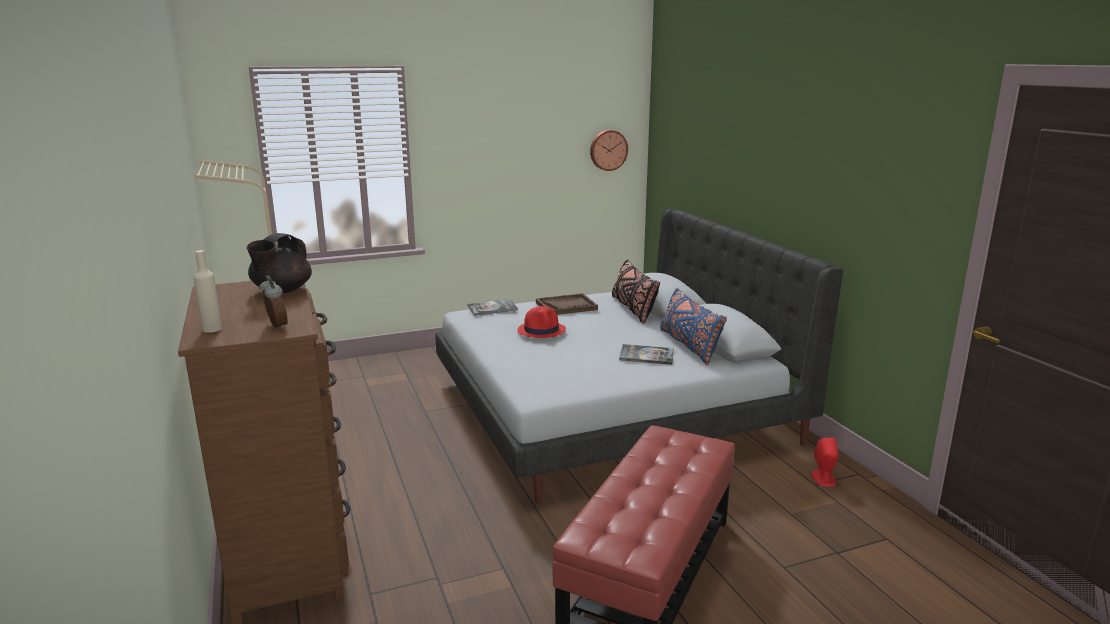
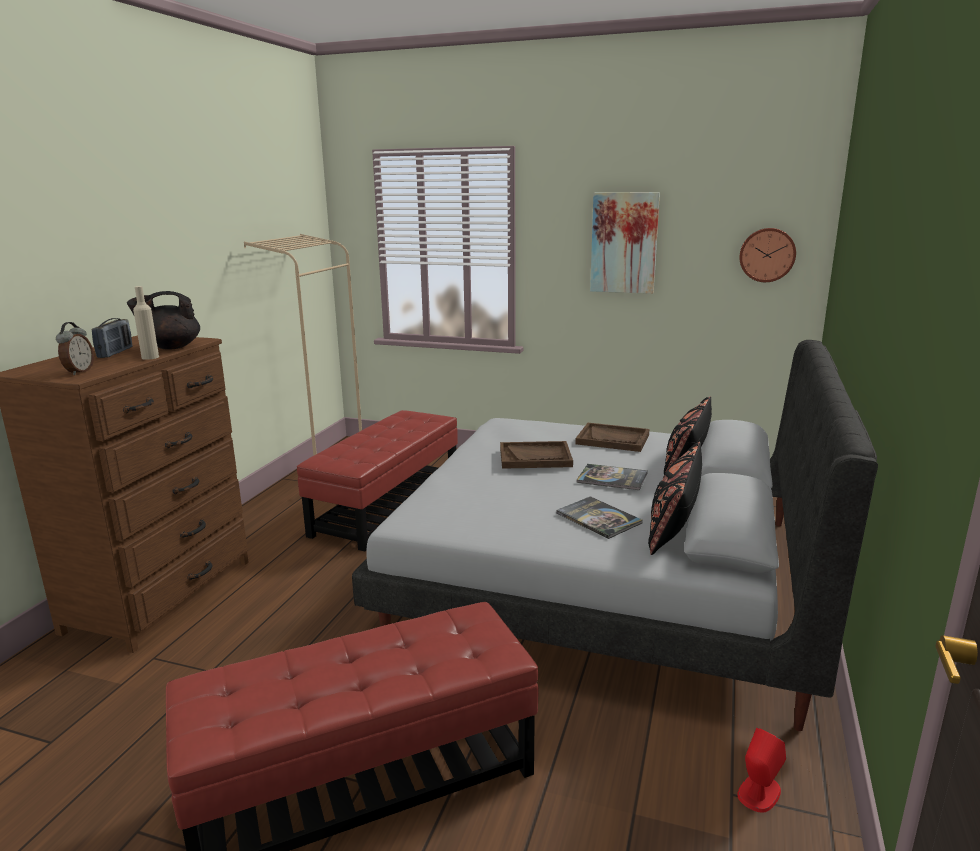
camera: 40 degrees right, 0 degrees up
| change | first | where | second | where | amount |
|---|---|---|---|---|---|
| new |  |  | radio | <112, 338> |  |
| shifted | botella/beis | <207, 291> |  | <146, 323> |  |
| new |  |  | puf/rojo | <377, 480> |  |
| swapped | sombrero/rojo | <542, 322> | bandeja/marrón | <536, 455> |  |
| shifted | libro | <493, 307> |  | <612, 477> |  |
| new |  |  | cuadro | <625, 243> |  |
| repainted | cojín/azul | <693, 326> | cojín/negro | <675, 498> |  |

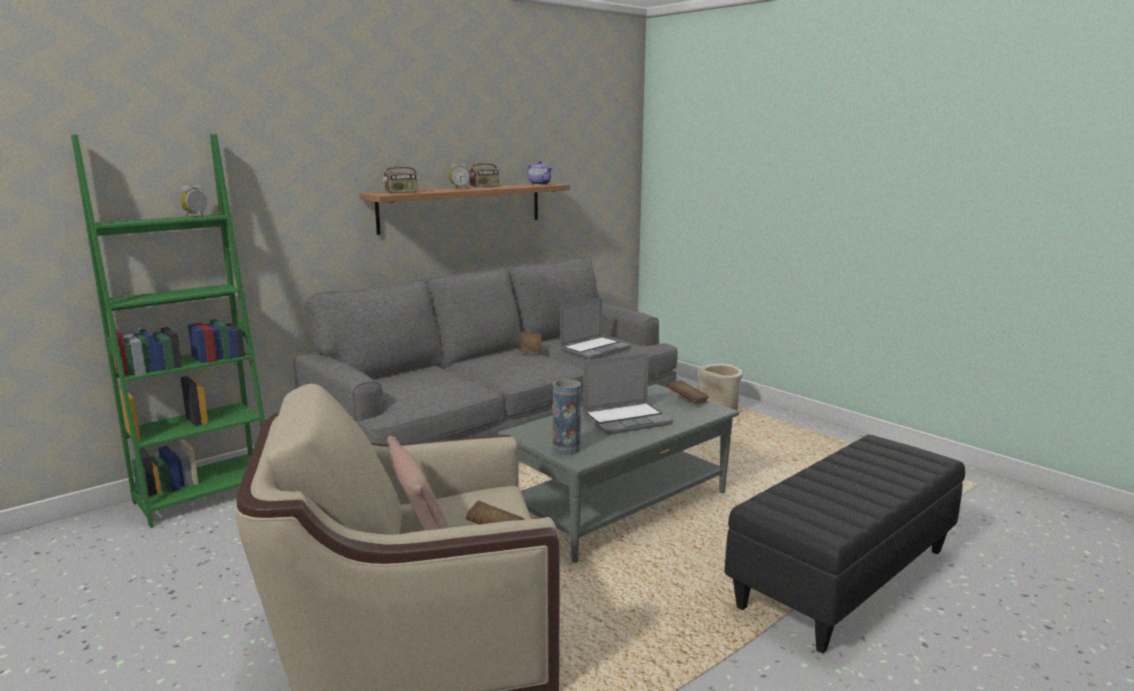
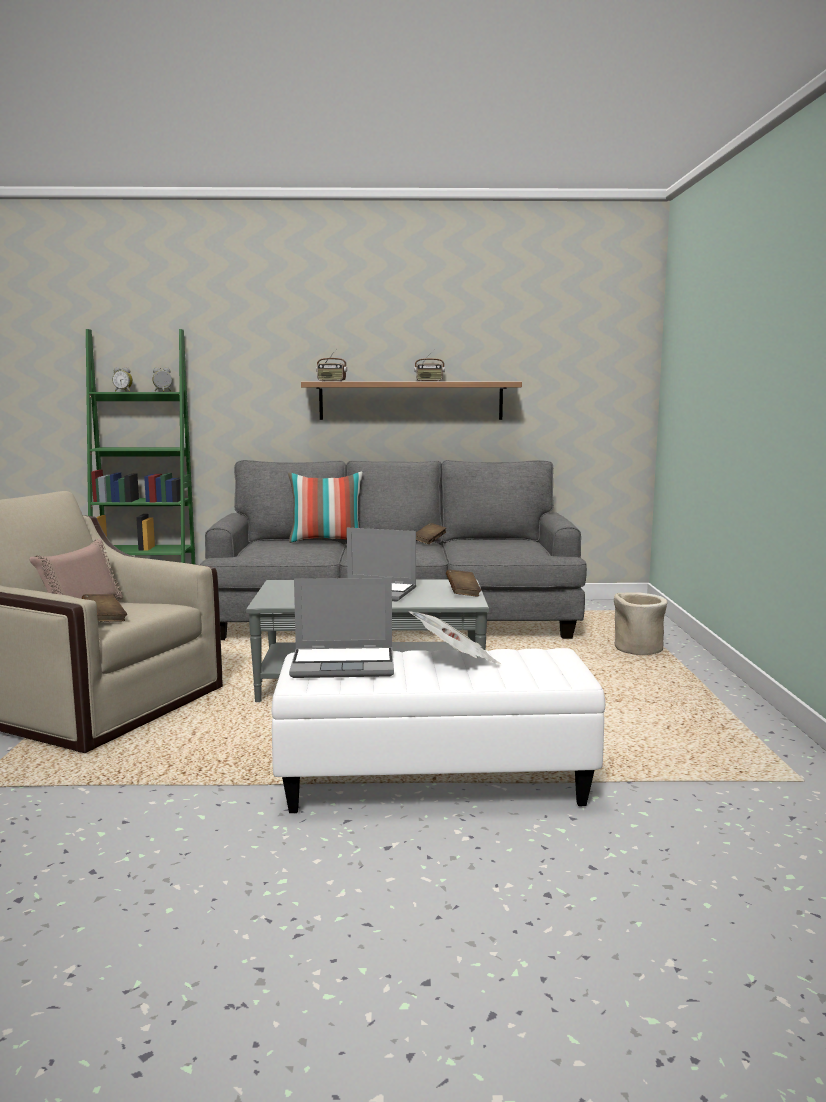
camera: 40 degrees right, 5 degrees down
| change | first | where | second | where | amount |
|---|---|---|---|---|---|
| shifted | despertador | <459, 176> |  | <122, 379> |  |
| repainted | puf/negro | <845, 544> | puf/blanco | <438, 731> |  |
| new |  |  | cojín | <325, 507> |  |
| shifted | portátil | <595, 328> |  | <341, 628> |  |
| new |  |  | periódico | <454, 637> |  |
| gone | tetera | <540, 173> |  |  |  |
| gone | florero | <567, 417> |  |  |  |

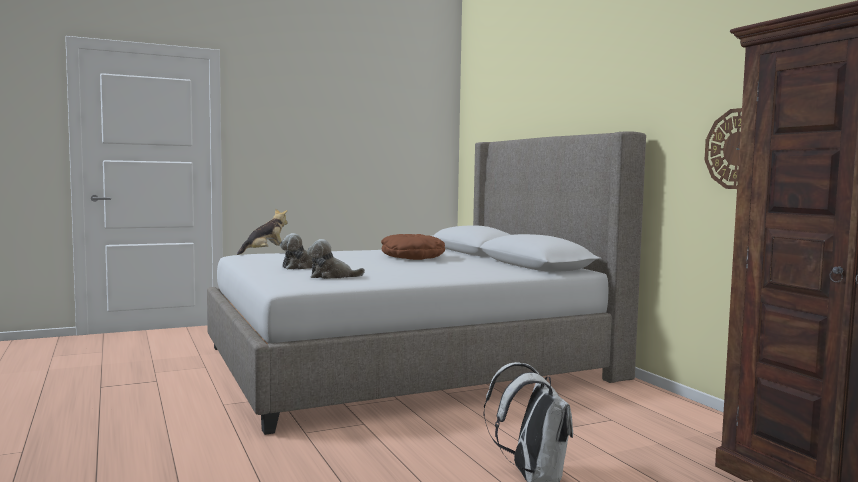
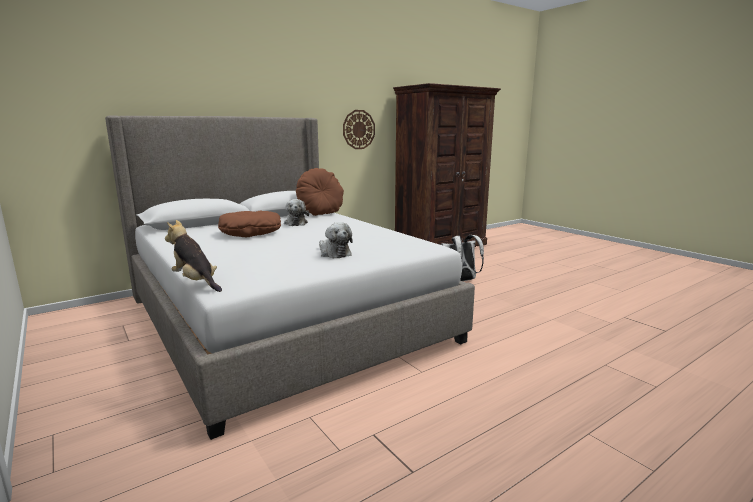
camera: 100 degrees left, 10 degrees up
| change | first | where | second | where | amount |
|---|---|---|---|---|---|
| shifted | peluche | <336, 259> |  | <296, 212> |  |
| new |  |  | cojín/marrón | <320, 192> |  |

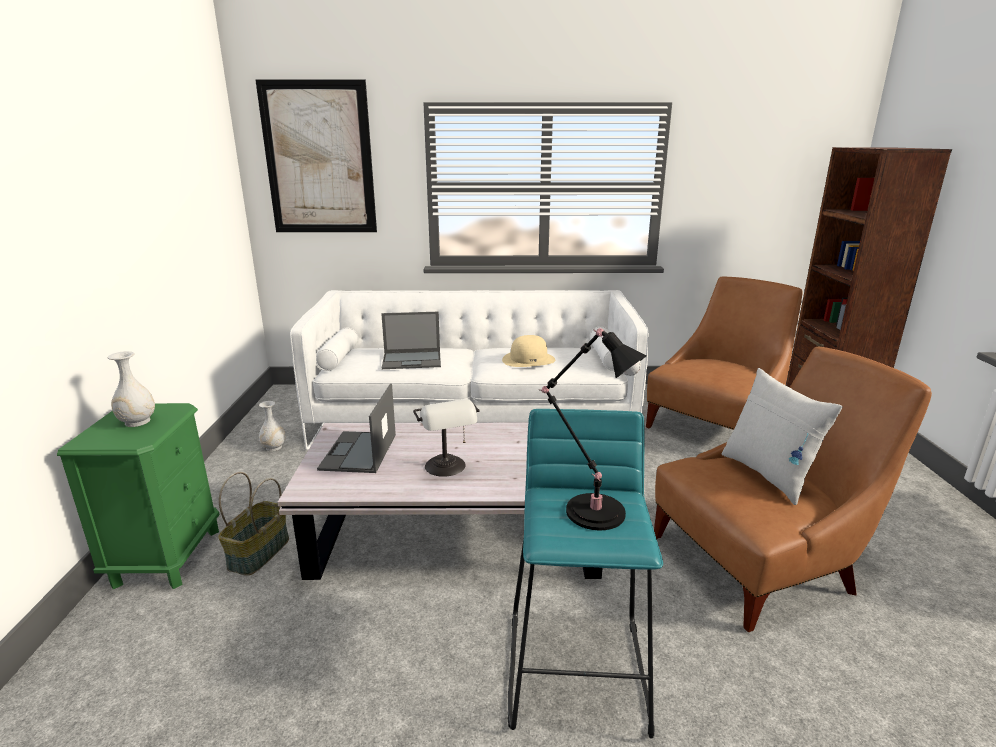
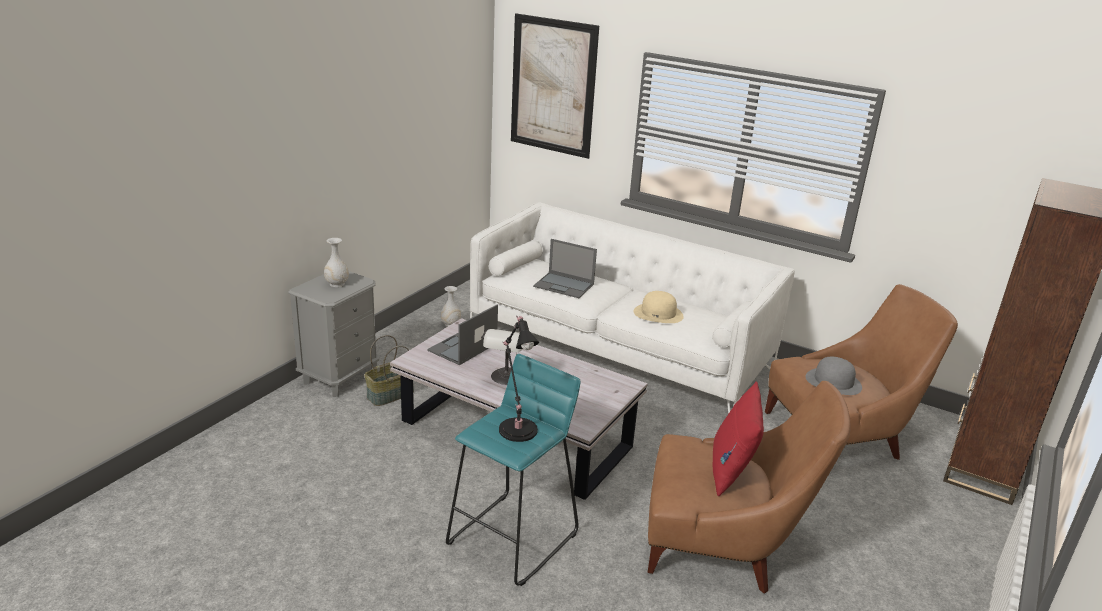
camera: 30 degrees right, 5 degrees up
| change | first | where | second | where | amount |
|---|---|---|---|---|---|
| repainted | mesita de noche/verde | <138, 496> | mesita de noche/gris | <333, 334> |  |
| repainted | cojín/gris | <782, 436> | cojín/rojo | <738, 439> |  |
| new |  |  | sombrero/gris | <833, 376> |  |

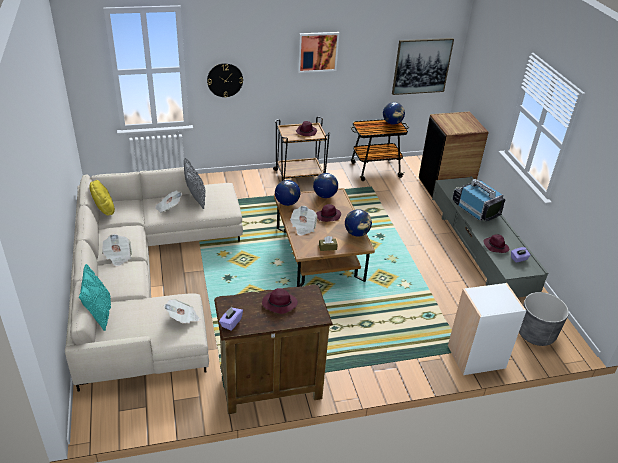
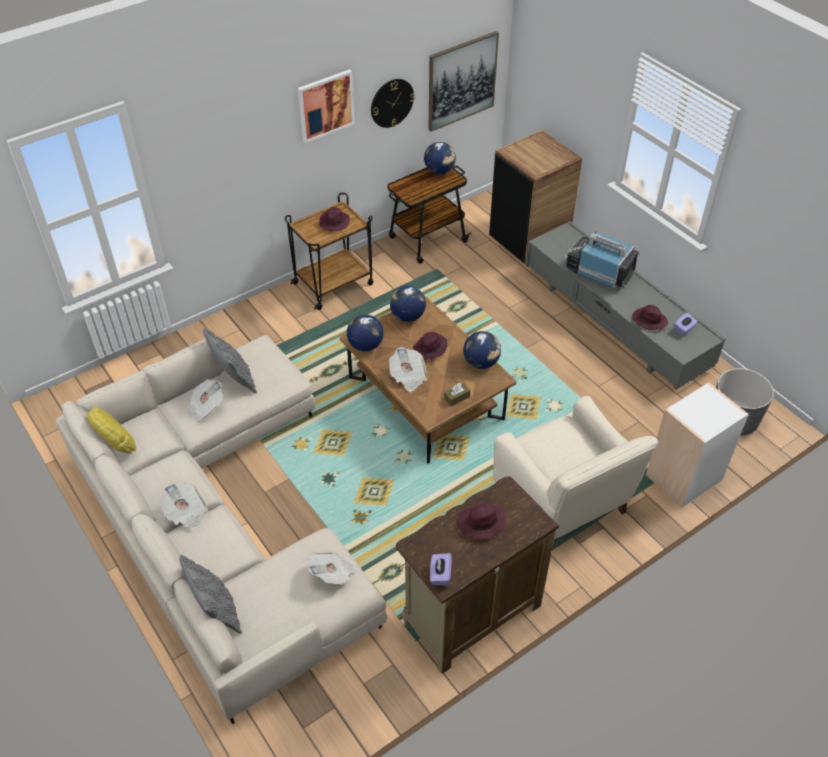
camera: 20 degrees left, 10 degrees up
| change | first | where | second | where | amount |
|---|---|---|---|---|---|
| repainted | cojín/turquesa | <95, 297> | cojín/gris | <210, 594> |  |
| shifted | reloj de pared | <225, 80> |  | <393, 103> |  |
| new |  |  | sillón/beis | <575, 467> |  |

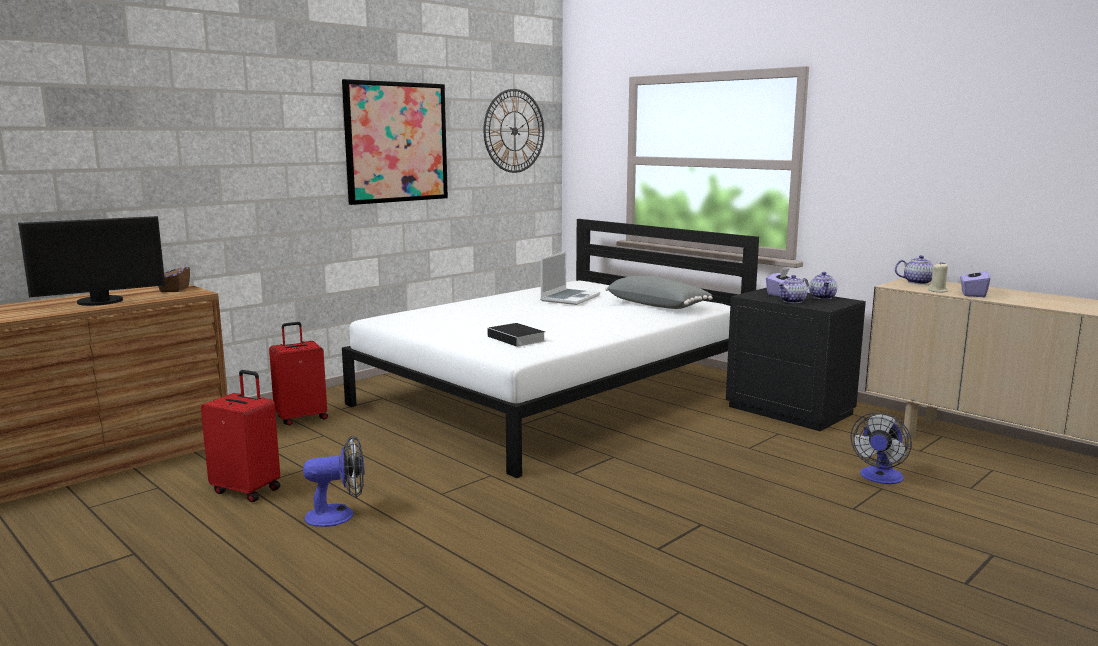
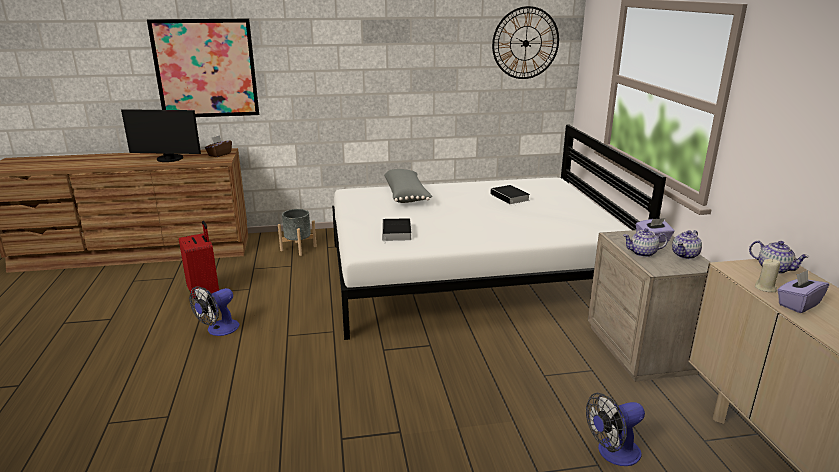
camera: 35 degrees right, 10 degrees up
| change | first | where | second | where | amount |
|---|---|---|---|---|---|
| shifted | cuadro | <395, 142> |  | <203, 68> |  |
| rotated | ventilador | <333, 481> |  | <214, 311> | 105 degrees clockwise |
| swapped | maleta/rojo | <298, 374> | maceta/gris | <297, 232> |  |
| shifted | cojín/gris | <658, 292> |  | <408, 186> |  |
| swapped | portátil | <570, 278> | libro | <510, 195> |  |
| repainted | mesita de noche/negro | <796, 359> | mesita de noche/beis | <649, 306> |  |

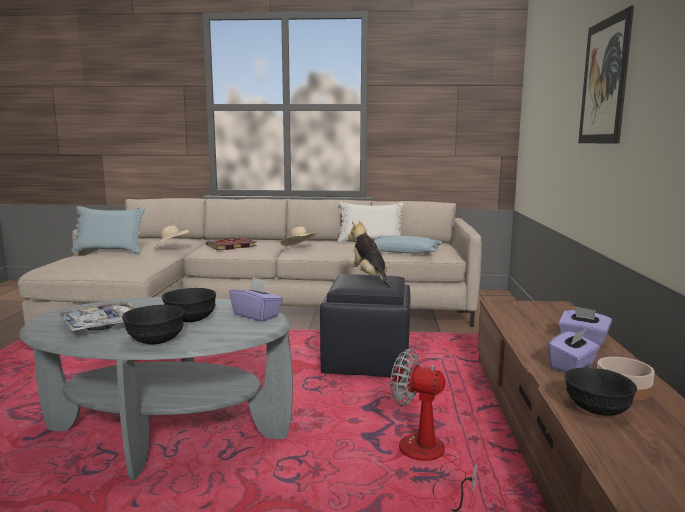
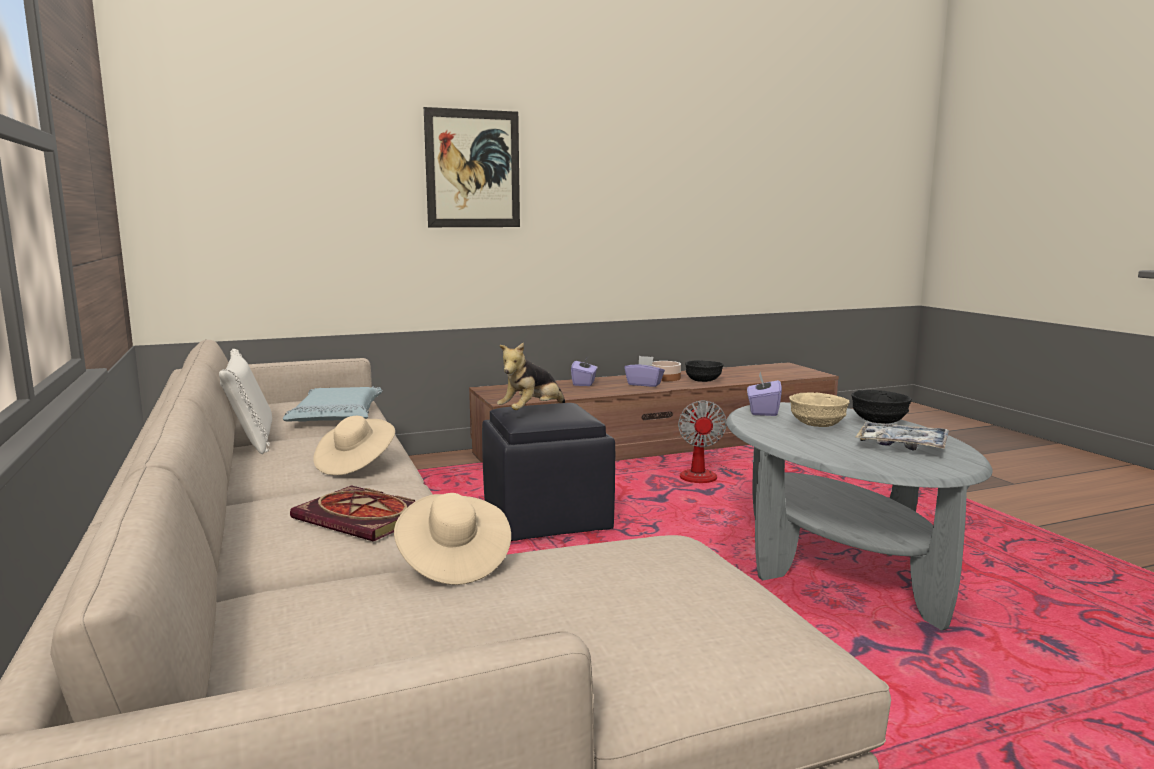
camera: 115 degrees left, 0 degrees up
| change | first | where | second | where | amount |
|---|---|---|---|---|---|
| repainted | cuenco/negro | <189, 305> | cuenco/beis | <819, 409> |  |
| gone | cojín/azul | <108, 230> |  |  |  |

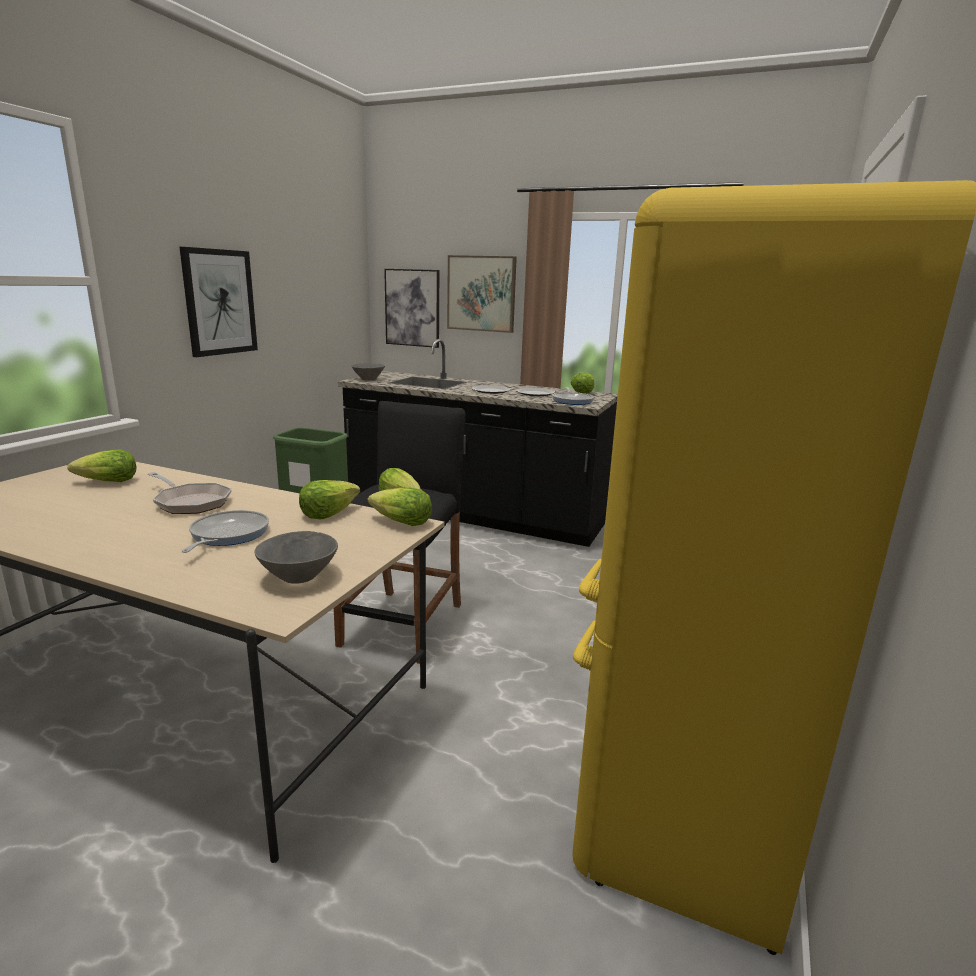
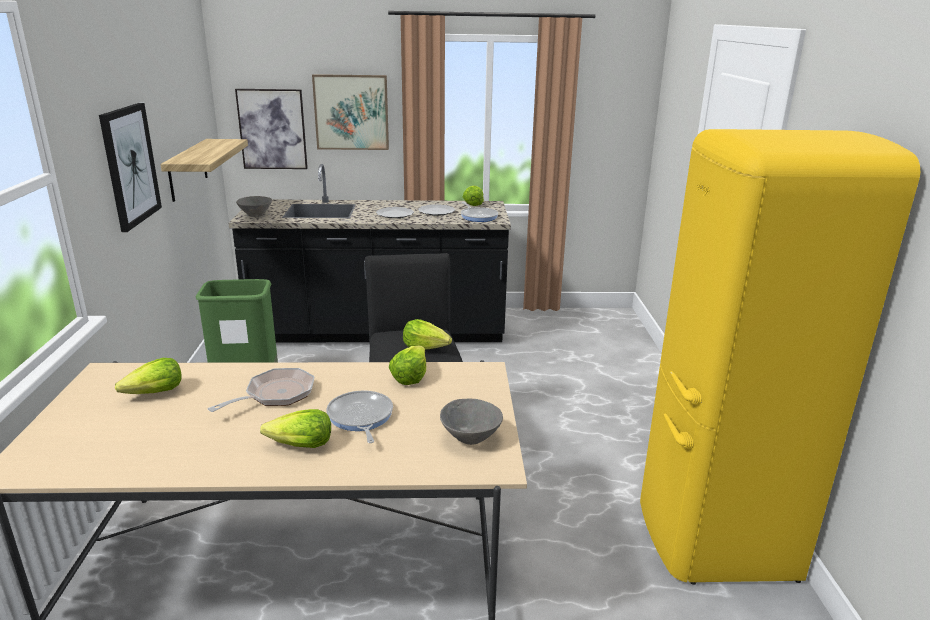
camera: 25 degrees left, 5 degrees up
| change | first | where | second | where | amount |
|---|---|---|---|---|---|
| new |  |  | estante | <204, 170> |  |
| rotated | sartén | <189, 493> |  | <261, 390> | 60 degrees counterclockwise |
| shifted | lechuga | <400, 507> |  | <295, 428> |  |

